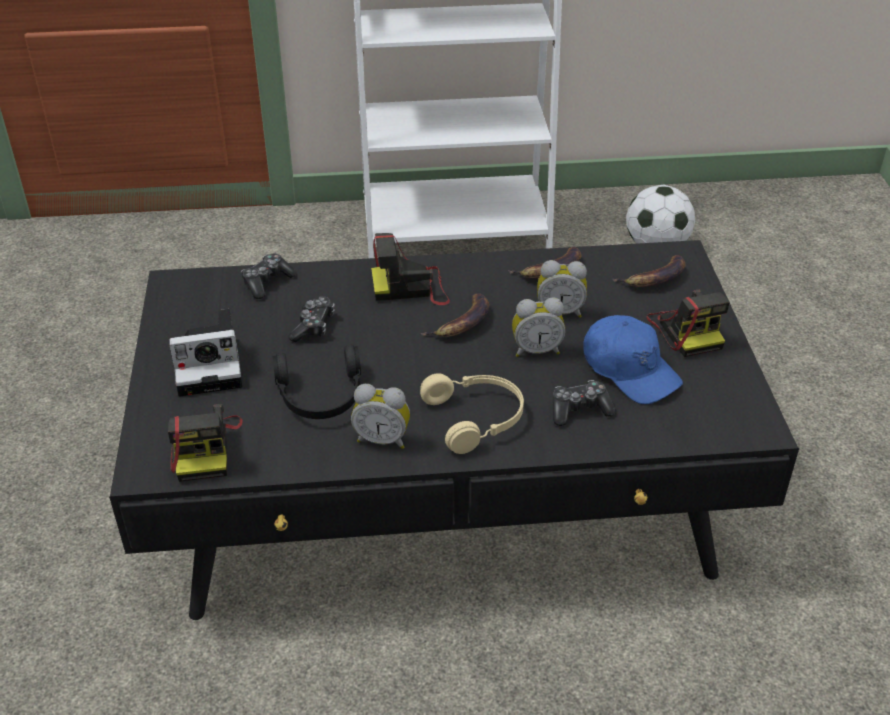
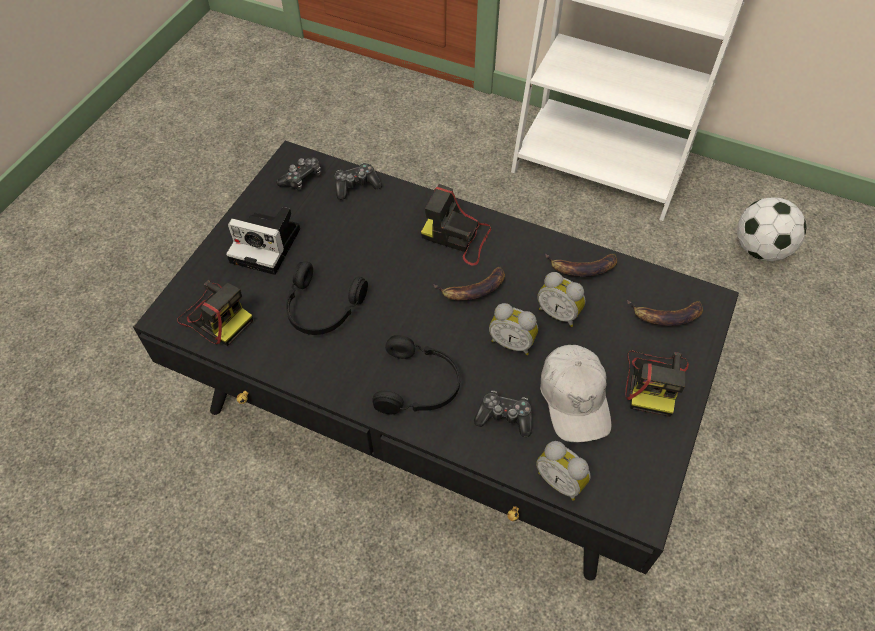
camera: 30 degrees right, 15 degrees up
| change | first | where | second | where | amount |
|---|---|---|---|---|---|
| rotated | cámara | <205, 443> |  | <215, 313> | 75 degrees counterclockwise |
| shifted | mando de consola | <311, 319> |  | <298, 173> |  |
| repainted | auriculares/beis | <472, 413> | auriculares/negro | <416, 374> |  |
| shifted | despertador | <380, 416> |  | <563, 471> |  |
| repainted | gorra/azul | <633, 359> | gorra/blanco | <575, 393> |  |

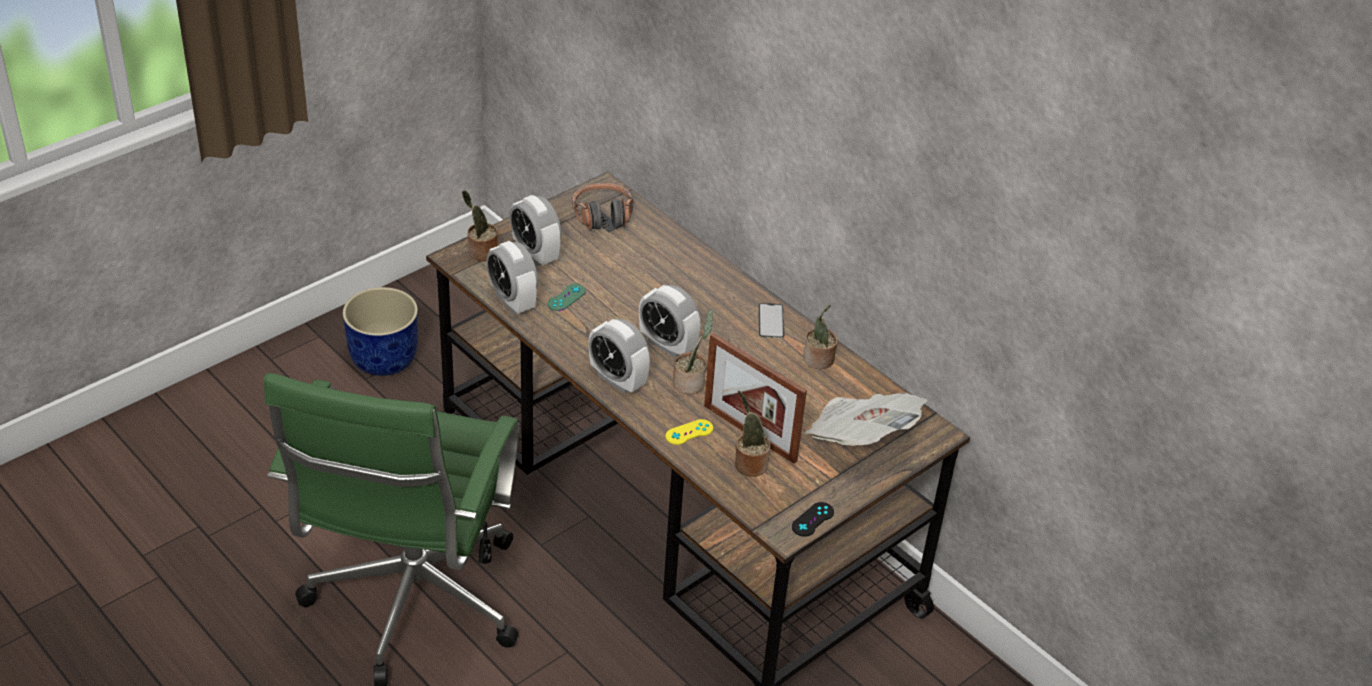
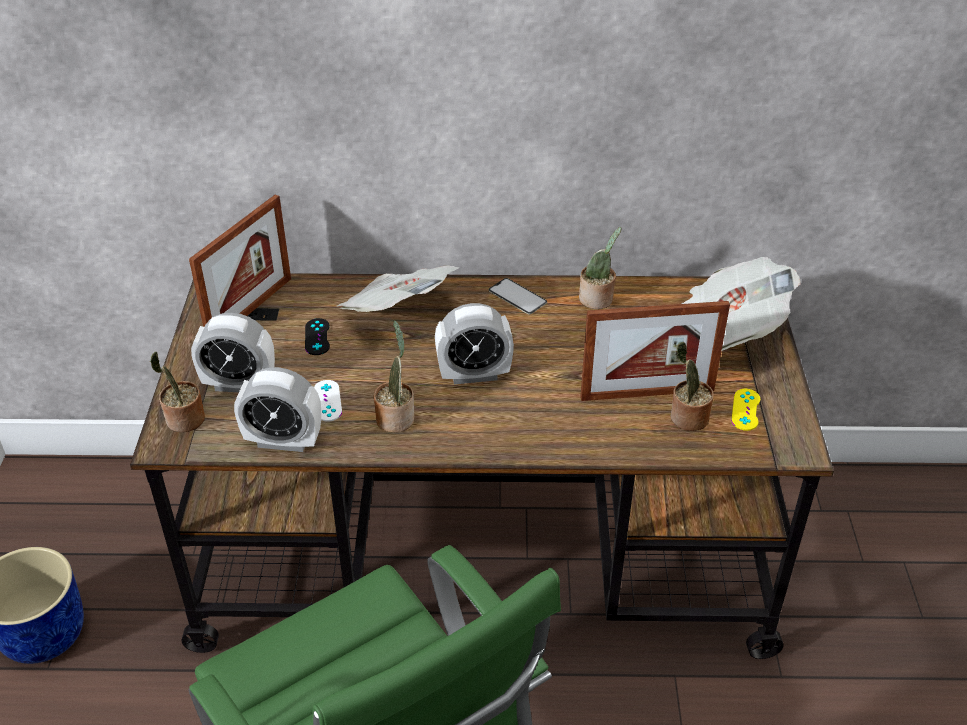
camera: 45 degrees left, 0 degrees up
| change | first | where | second | where | amount |
|---|---|---|---|---|---|
| swapped | auriculares | <603, 207> | portarretratos | <240, 261> |  |
| shifted | mando de consola/negro | <813, 519> |  | <317, 336> |  |
| repainted | mando de consola/verde | <567, 297> | mando de consola/blanco | <328, 401> |  |
| new |  |  | periódico | <398, 288> |  |
| shifted | planta en maceta | <693, 351> |  | <394, 376> |  |
| shifted | mando de consola/amarillo | <689, 432> |  | <745, 410> |  |
| gone | despertador | <619, 356> |  |  |  |

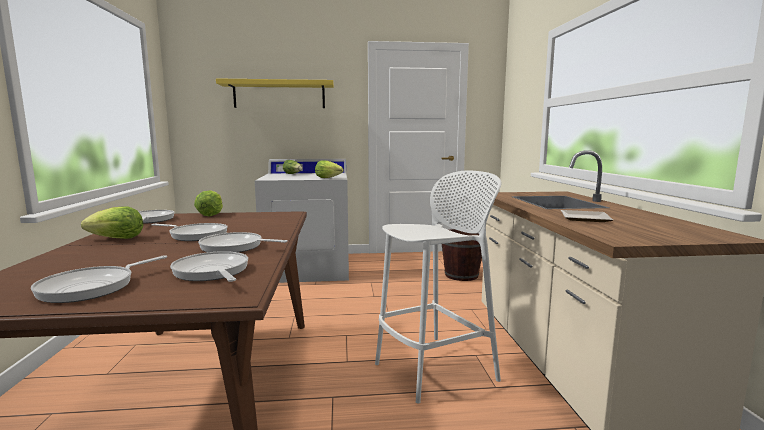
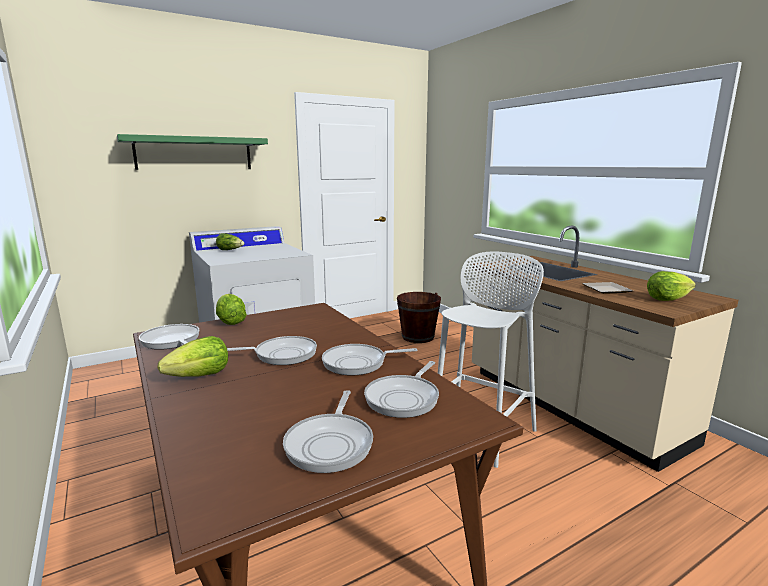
camera: 25 degrees left, 5 degrees up
| change | first | where | second | where | amount |
|---|---|---|---|---|---|
| repainted | estante/amarillo | <275, 93> | estante/verde | <192, 152> |  |
| rotated | sartén | <209, 266> |  | <401, 389> | 90 degrees counterclockwise |
| shifted | lechuga | <329, 169> |  | <671, 286> |  |

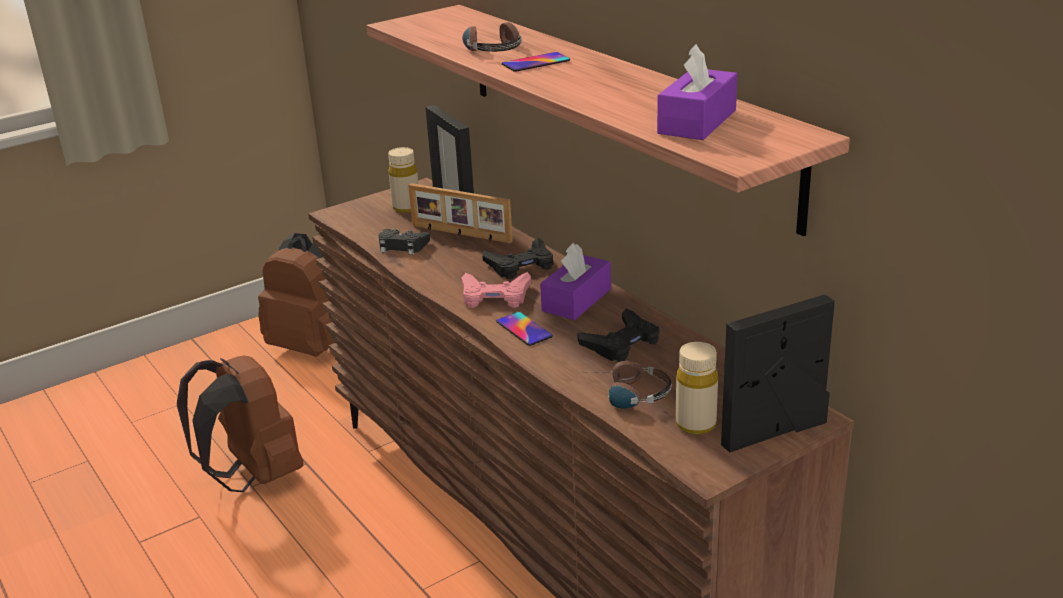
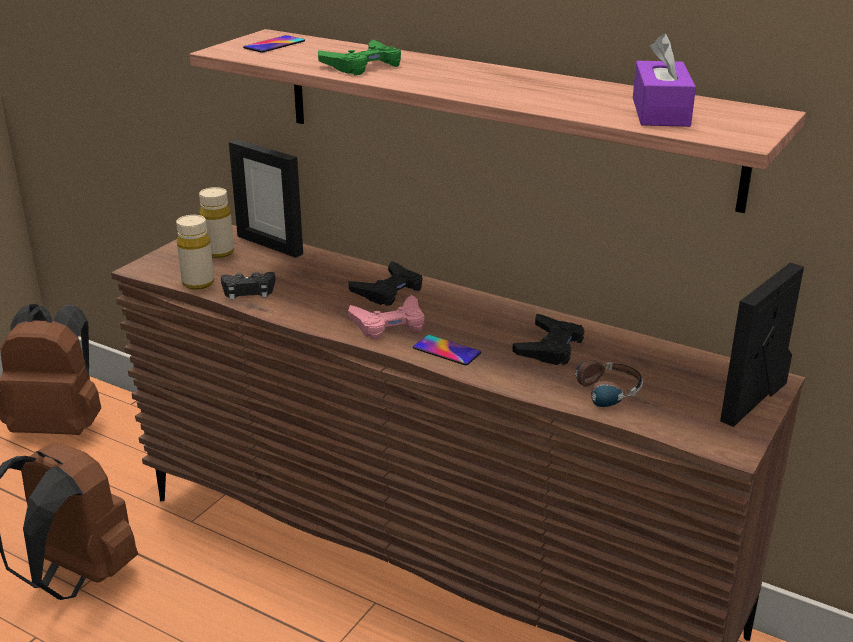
camera: 25 degrees left, 0 degrees up
| change | first | where | second | where | amount |
|---|---|---|---|---|---|
| shifted | botella/beis | <697, 388> |  | <195, 252> |  |
| shifted | móvil | <536, 62> |  | <274, 44> |  |
| swapped | auriculares | <492, 37> | mando de consola/verde | <359, 57> |  |
| gone | portarretratos | <460, 213> |  |  |  |
| gone | caja de pañuelos/morado | <575, 281> |  |  |  |

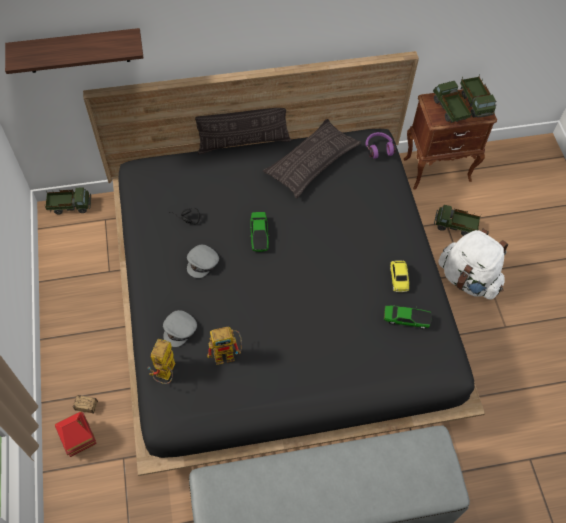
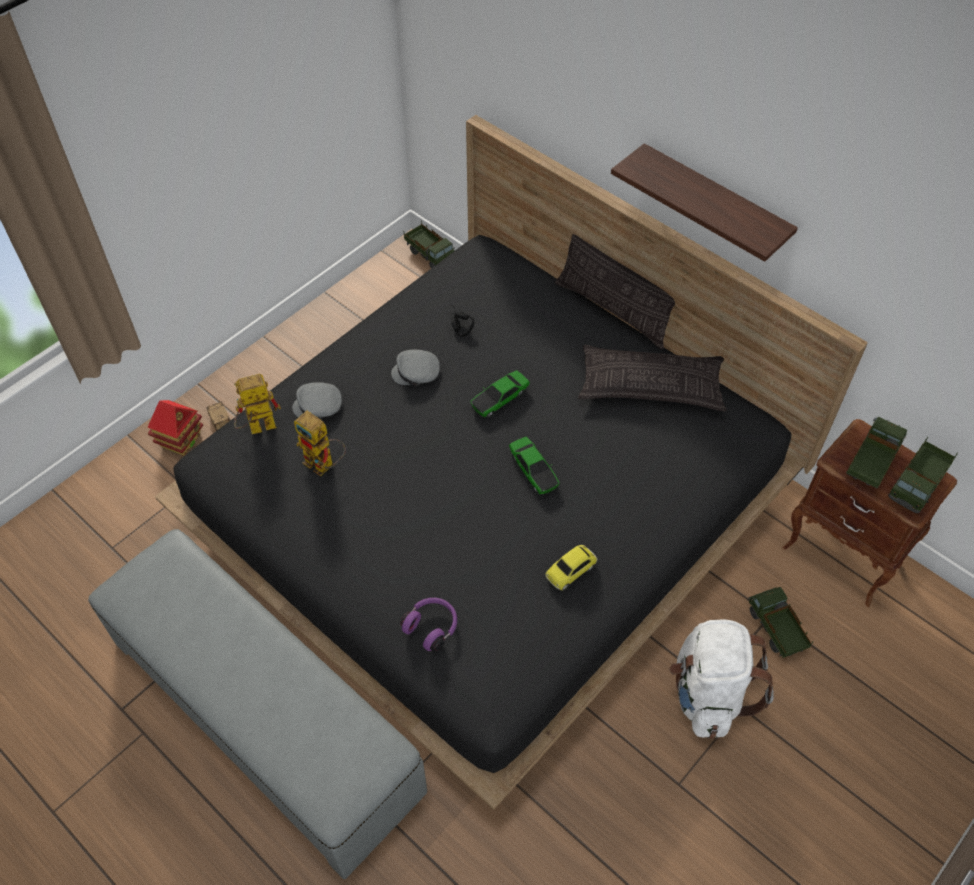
camera: 55 degrees right, 5 degrees down
| change | first | where | second | where | amount |
|---|---|---|---|---|---|
| shifted | auriculares/morado | <381, 145> |  | <428, 624> |  |
| shifted | coche de juguete | <408, 317> |  | <534, 466> |  |
| shifted | estante | <74, 51> |  | <704, 202> |  |

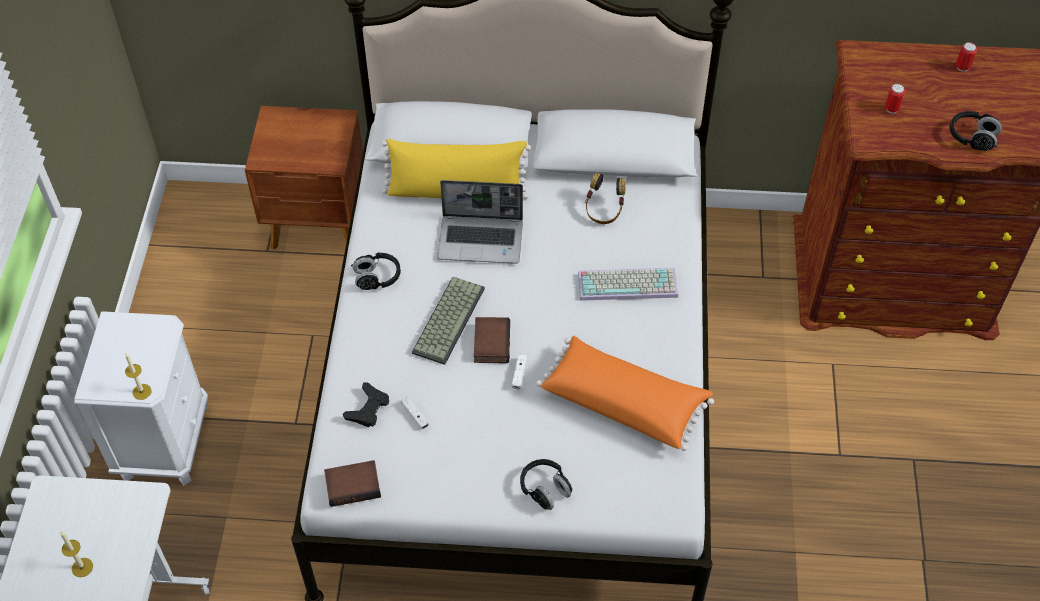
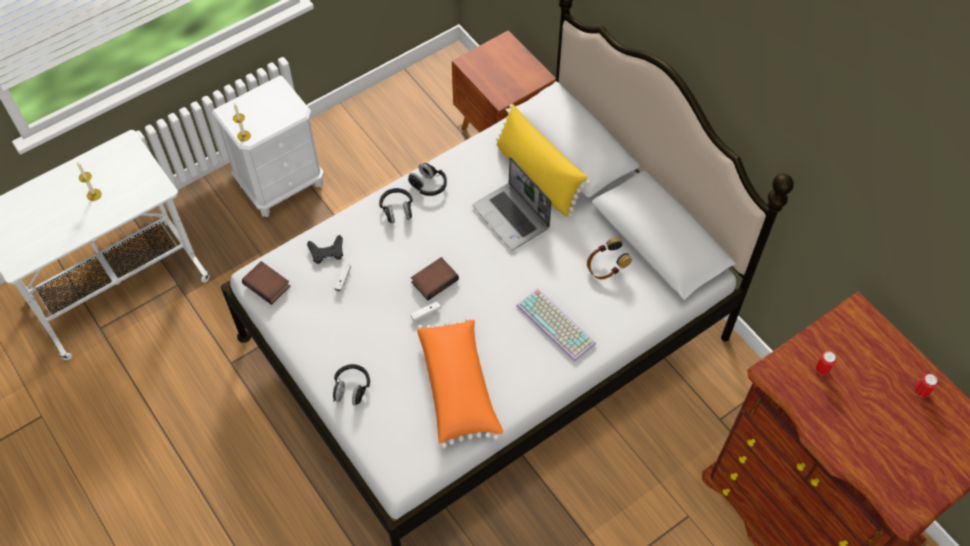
camera: 50 degrees right, 5 degrees up
| change | first | where | second | where | amount |
|---|---|---|---|---|---|
| shifted | auriculares/negro | <976, 131> |  | <396, 205> |  |
| gone | teclado | <448, 321> |  |  |  |

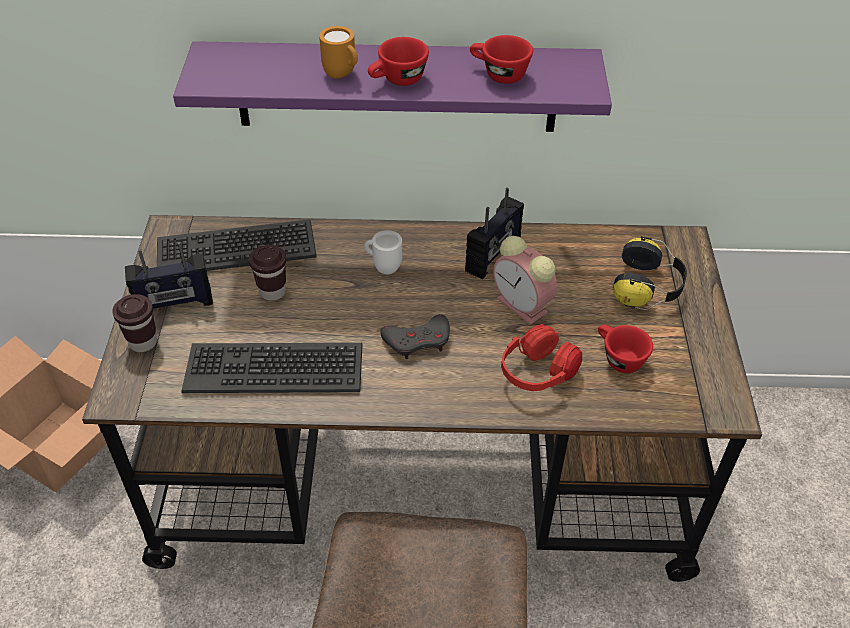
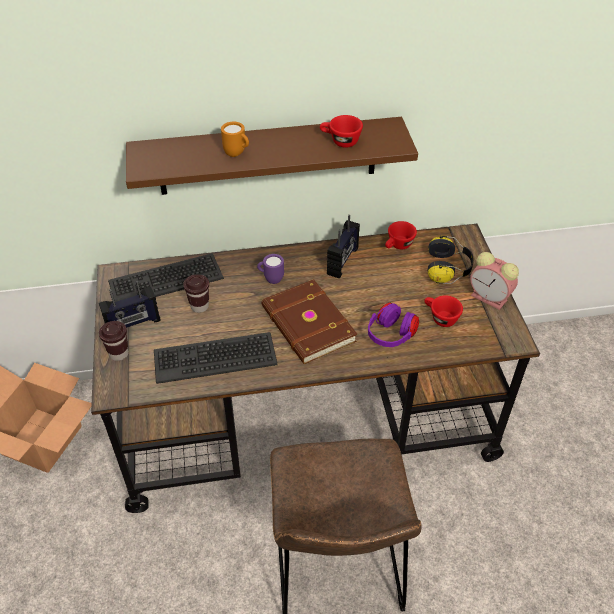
camera: 10 degrees left, 0 degrees up
| change | first | where | second | where | amount |
|---|---|---|---|---|---|
| repainted | estante/morado | <392, 86> | estante/marrón | <272, 156> |  |
| repainted | taza grande/blanco | <383, 252> | taza grande/morado | <270, 269> |  |
| swapped | mando de consola/gris | <415, 336> | libro/marrón | <309, 321> |  |
| repainted | auriculares/rojo | <541, 357> | auriculares/morado | <393, 324> |  |
| shifted | taza/rojo | <398, 61> |  | <401, 235> |  |
| shifted | despertador | <525, 280> |  | <494, 281> |  |

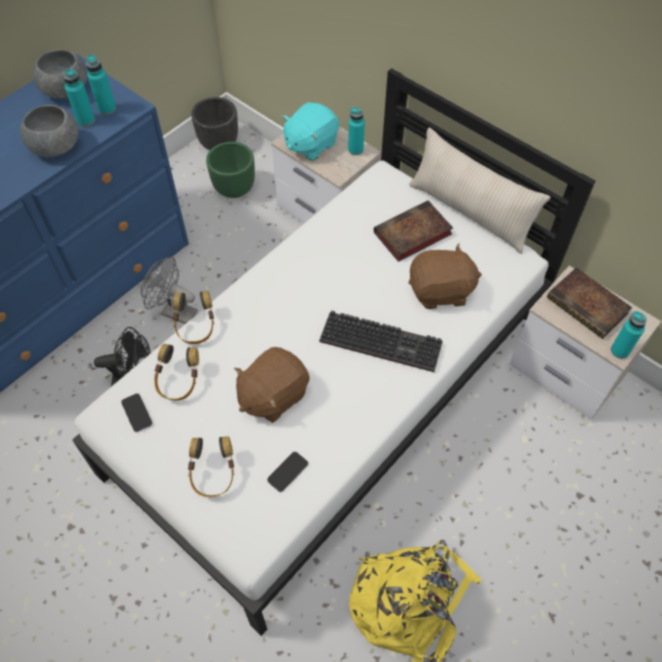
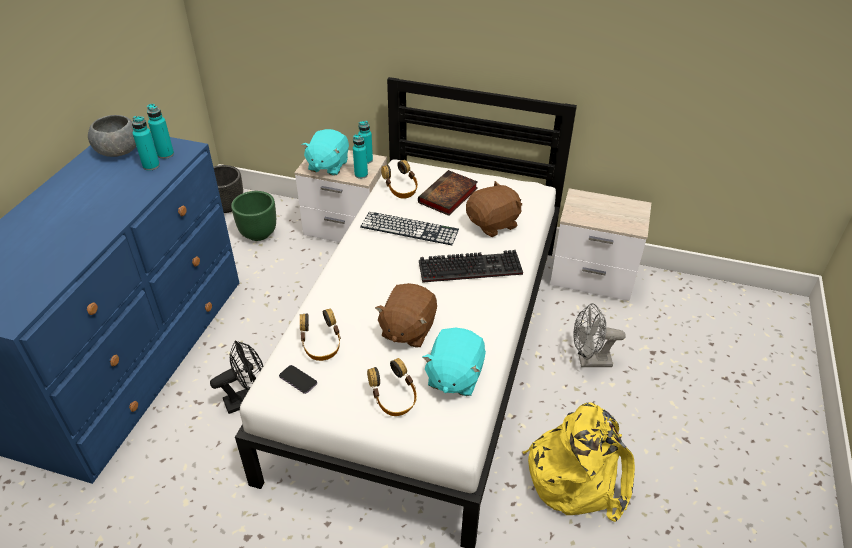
camera: 25 degrees left, 15 degrees down
| change | first | where | second | where | amount |
|---|---|---|---|---|---|
| shifted | botella/turquesa | <629, 335> |  | <360, 157> |  |
| new |  |  | teclado | <409, 228> |  |
| shifted | auriculares | <193, 317> |  | <399, 179> |  |
| swapped | móvil | <287, 472> | peluche/turquesa | <454, 362> |  |
| shifted | ventilador/gris | <169, 290> |  | <599, 335> |  |
| gone | cuenco/gris | <49, 131> |  |  |  |
| gone | cojín/beis | <480, 191> |  |  |  |
| gone | libro | <589, 303> |  |  |  |

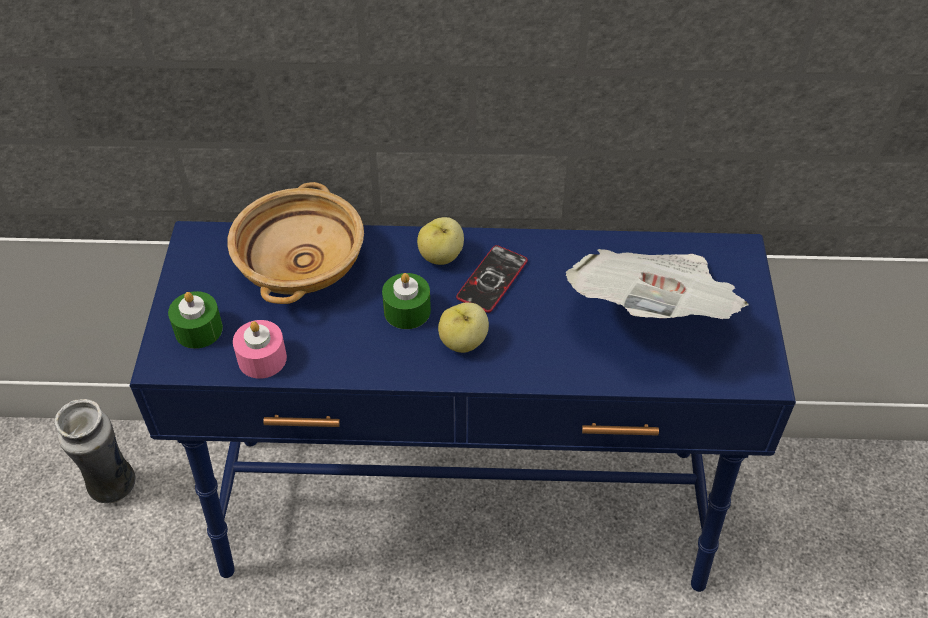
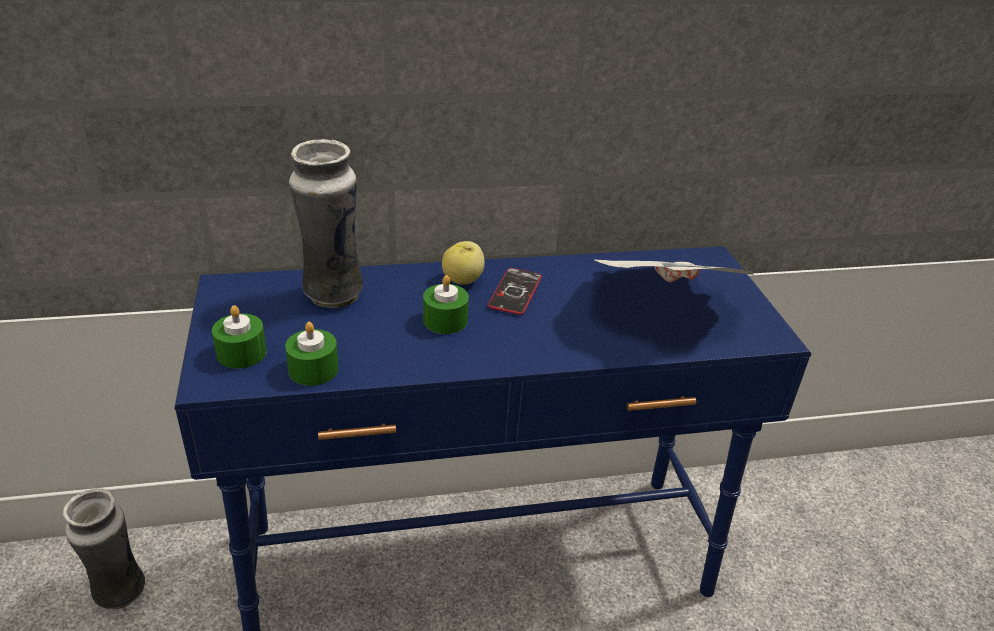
camera: 15 degrees left, 15 degrees down
| change | first | where | second | where | amount |
|---|---|---|---|---|---|
| repainted | vela/rosa | <260, 349> | vela/verde | <312, 354> |  |
| swapped | cuenco/beis | <295, 243> | florero | <326, 223> |  |
| gone | manzana | <463, 327> |  |  |  |

